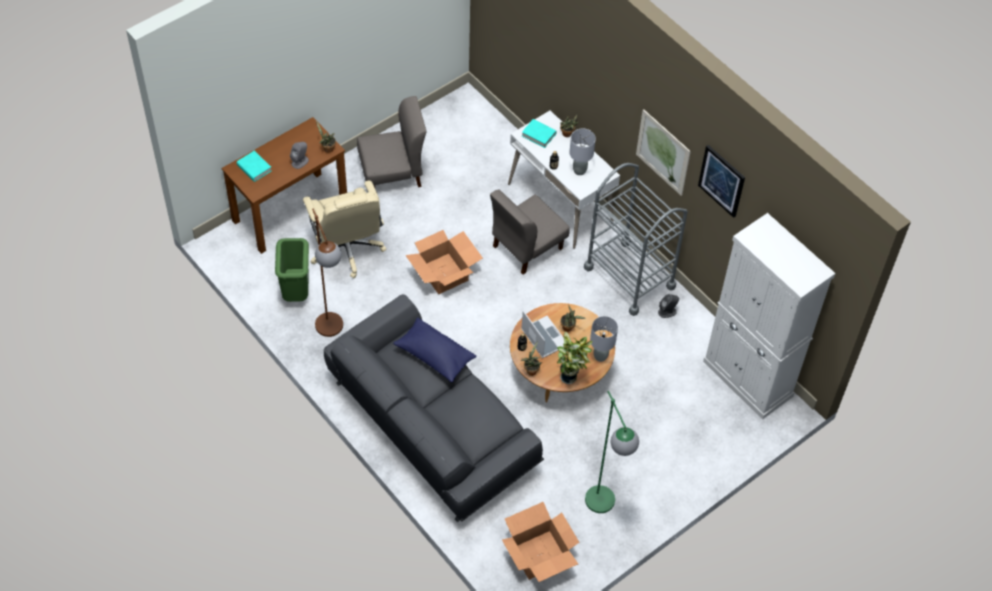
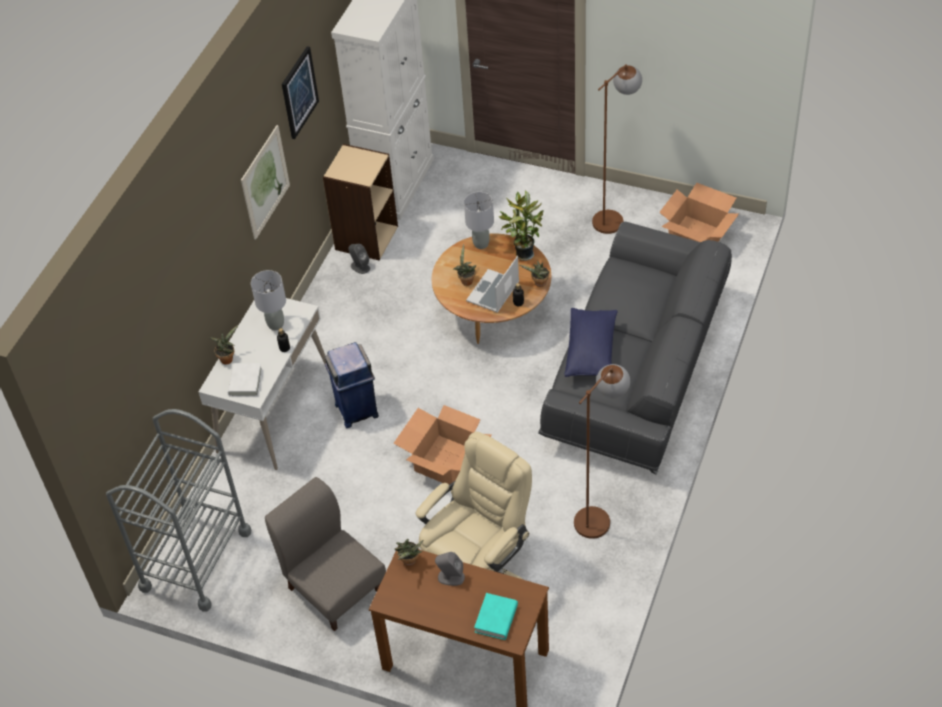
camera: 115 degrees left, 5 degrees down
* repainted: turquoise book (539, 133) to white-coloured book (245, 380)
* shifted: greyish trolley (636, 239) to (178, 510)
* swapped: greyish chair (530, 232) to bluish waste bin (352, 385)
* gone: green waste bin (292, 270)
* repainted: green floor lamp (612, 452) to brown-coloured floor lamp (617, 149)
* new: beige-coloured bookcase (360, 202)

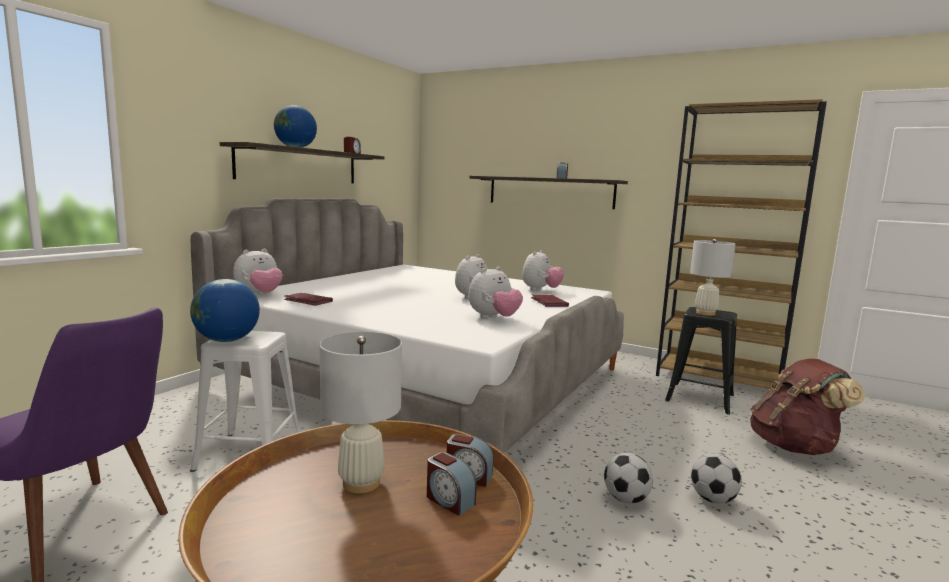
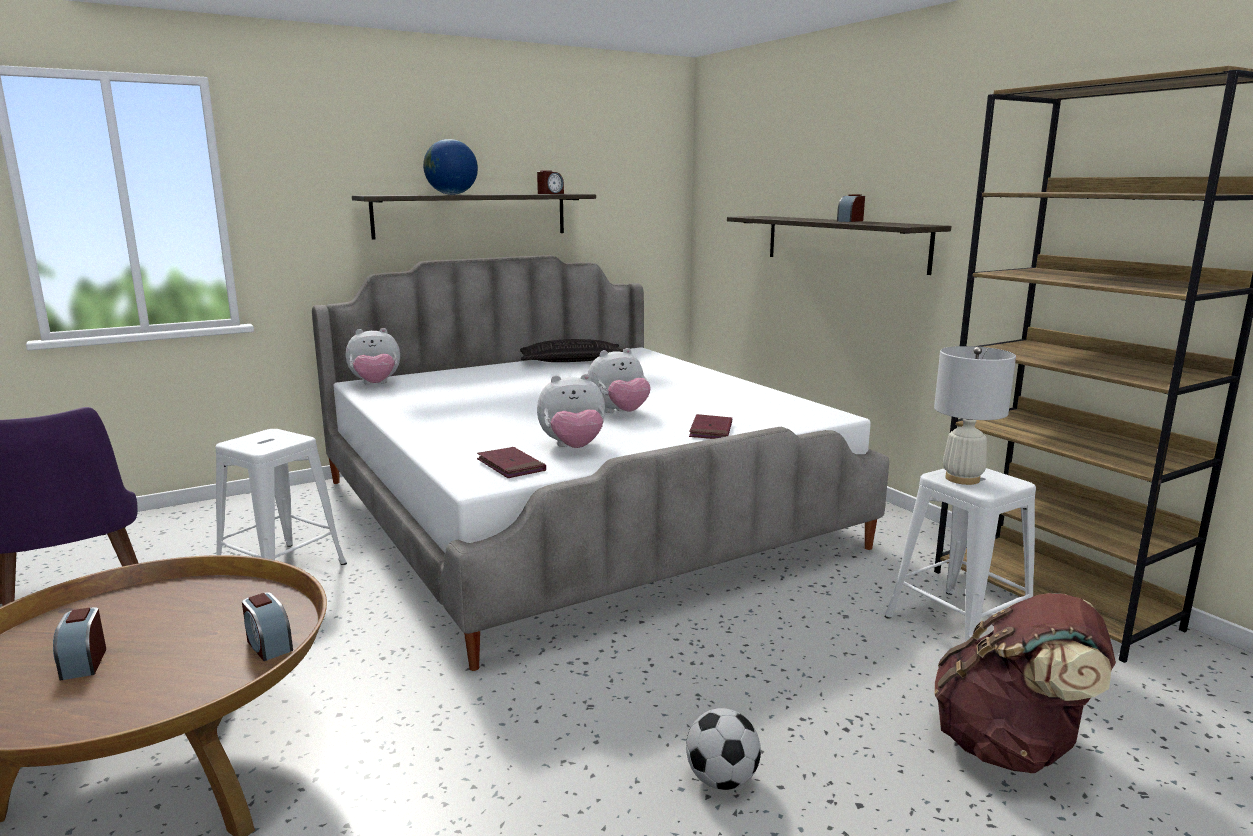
camera: 30 degrees right, 5 degrees up
* gone: soft toy (543, 270)
* gone: globe (225, 310)
* shifted: red-coloured book (308, 299) to (511, 462)
* repainted: blackish stool seat (701, 361) to white-coloured stool seat (960, 555)
* gone: white-coloured table lamp (360, 412)
* shifted: table clock (452, 484) to (79, 644)
* gone: ball for football (628, 478)
* new: cushion (571, 350)

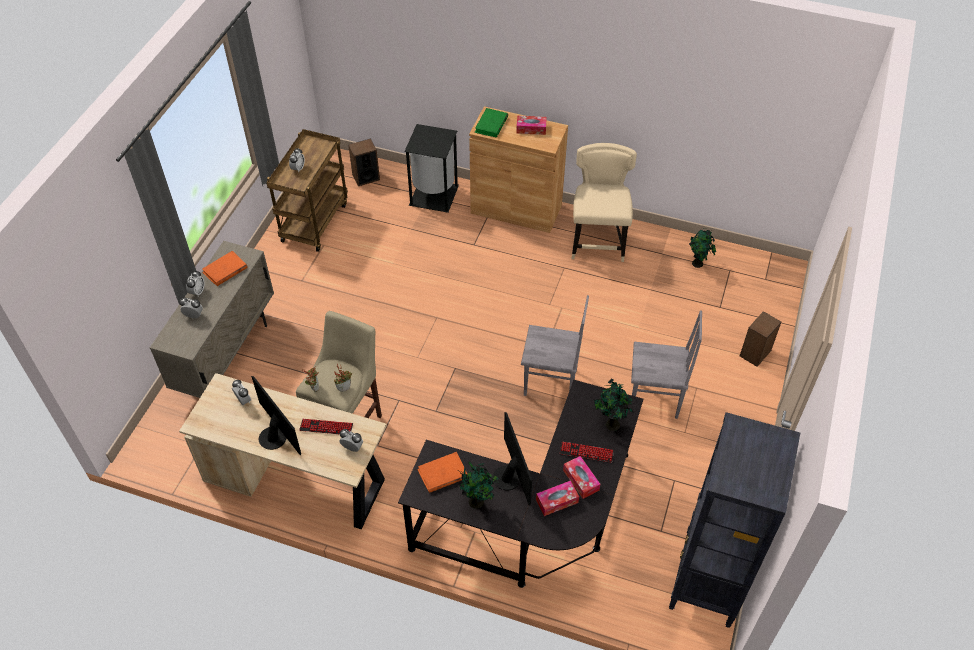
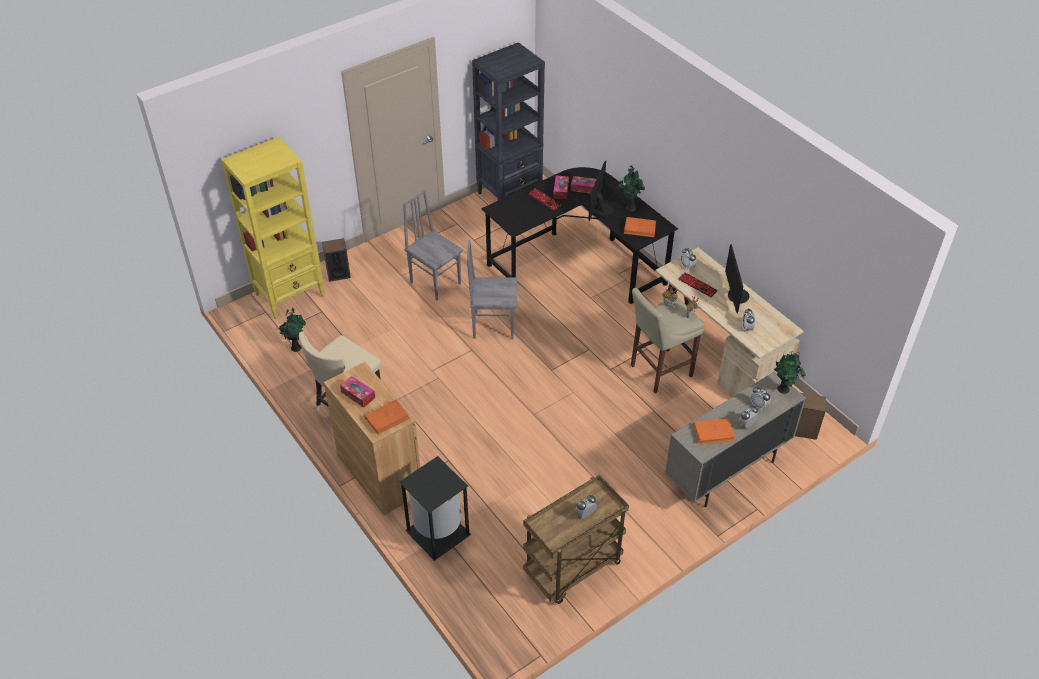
camera: 145 degrees left, 5 degrees down
* repainted: green book (491, 123) to orangey book (387, 417)
* shifted: speaker (364, 162) to (810, 416)
* rotated: greyish chair (555, 345) = (492, 289) 45 degrees counterclockwise
* shifted: houseplant (614, 405) to (790, 372)
* new: yellow-coloured bookcase (273, 228)

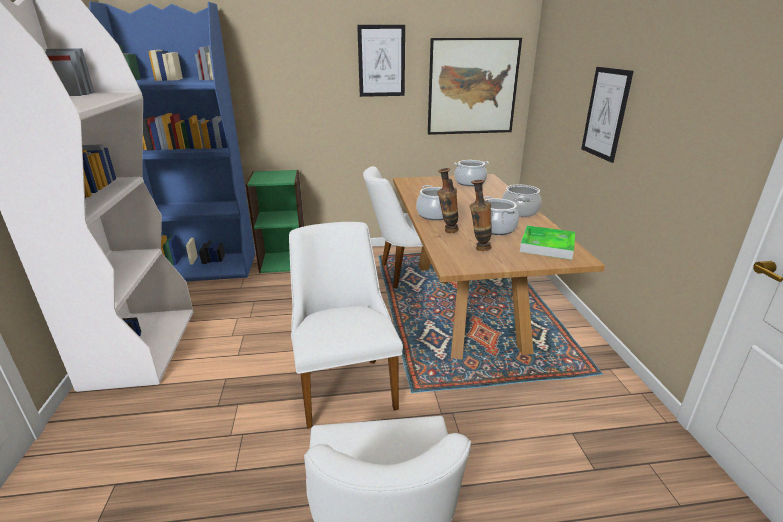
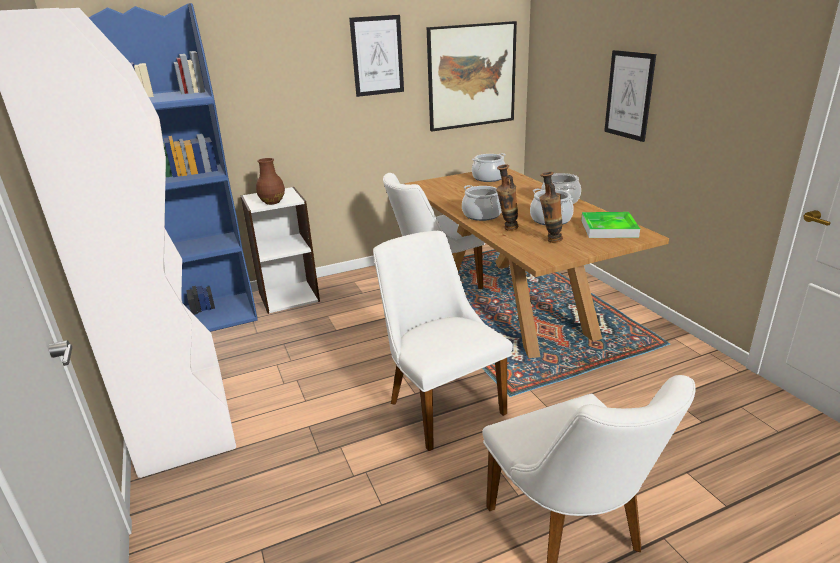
camera: 15 degrees left, 0 degrees up
* repainted: green bookcase (275, 221) to white-coloured bookcase (280, 250)
* new: brown-coloured decorative vase (270, 181)

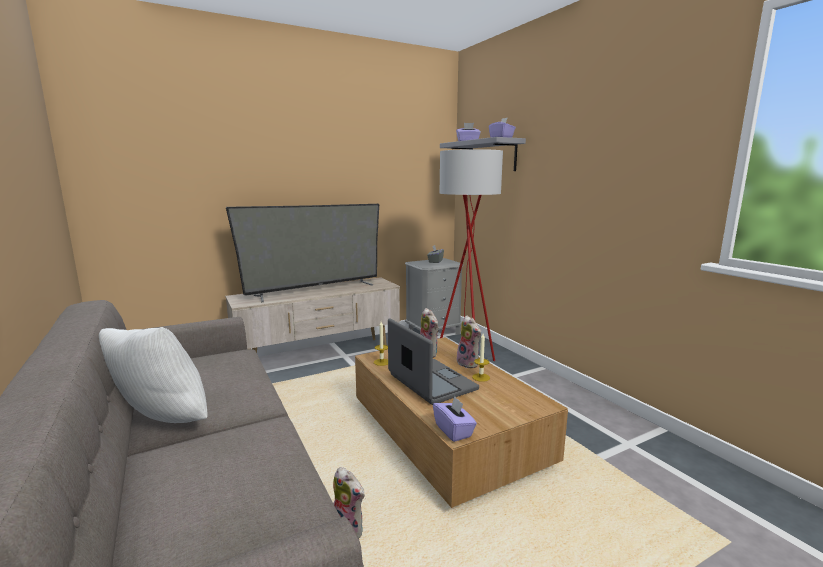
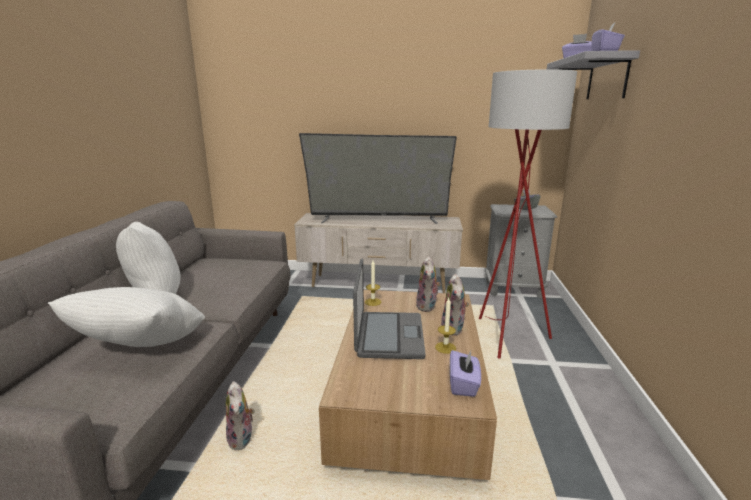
camera: 35 degrees right, 5 degrees up
* shifted: purplish tissue holder (455, 419) to (465, 373)
* new: white-coloured cushion (126, 317)

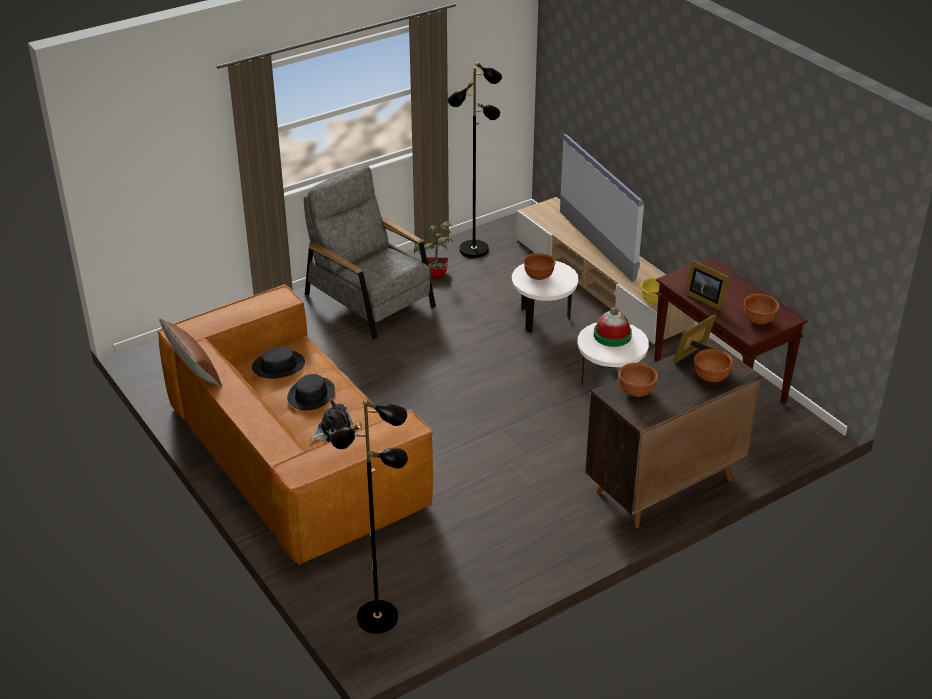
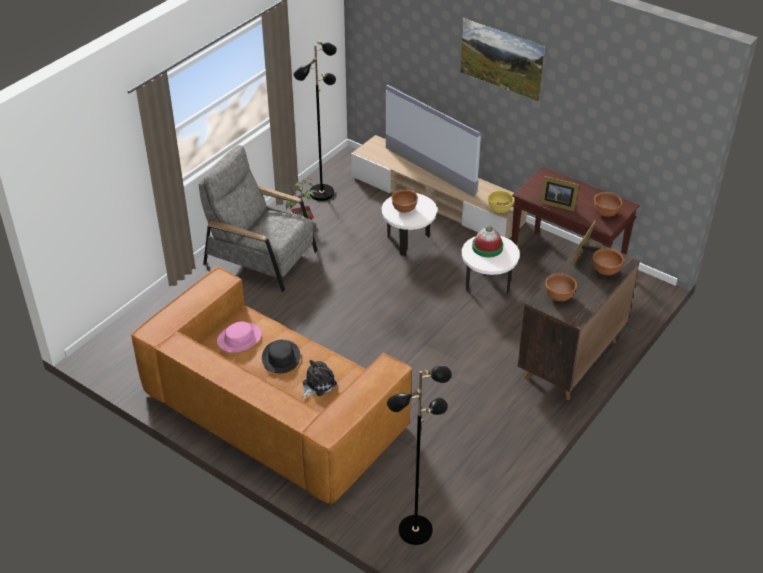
camera: 20 degrees left, 5 degrees up
* gone: brown-coloured cushion (190, 352)
* repainted: blackish wearable hat (278, 363) to pinkish wearable hat (239, 337)
* new: wall picture (502, 59)

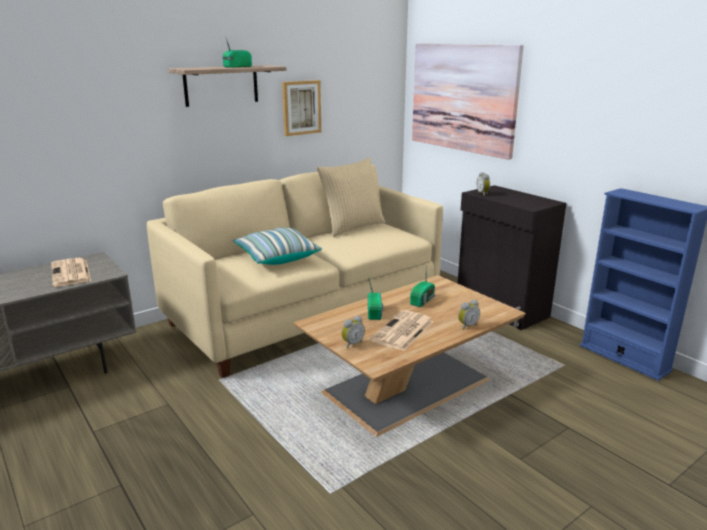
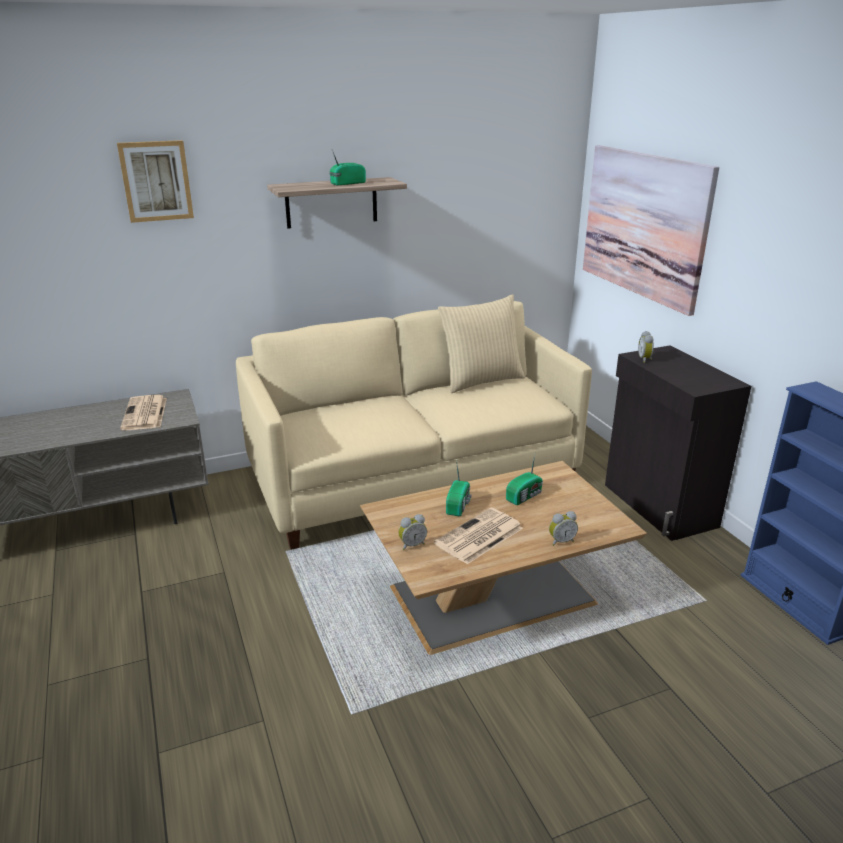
camera: 15 degrees right, 5 degrees up
* shifted: wall picture (301, 108) to (155, 181)
* gone: cushion (277, 246)

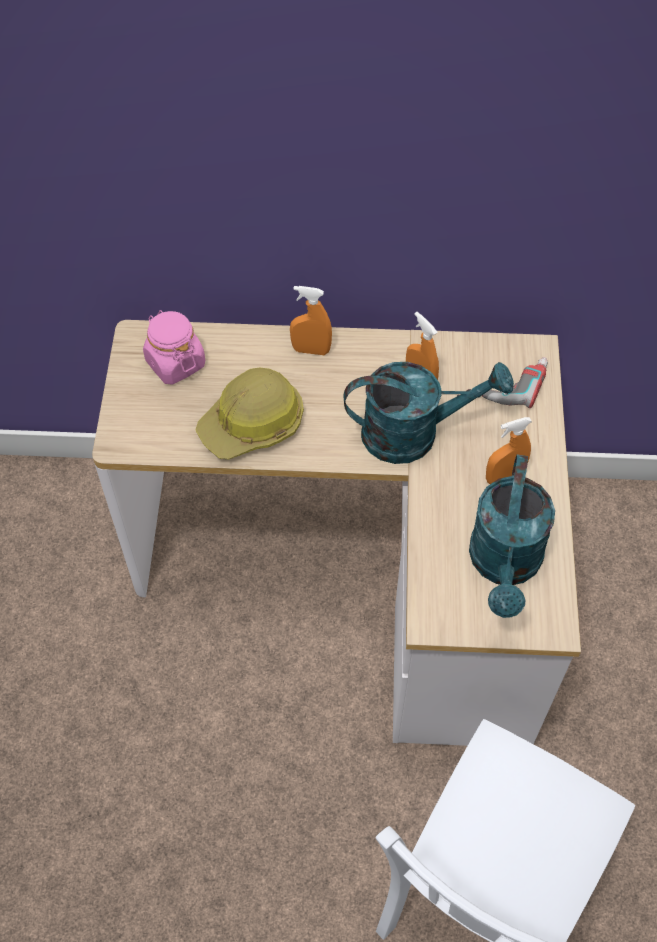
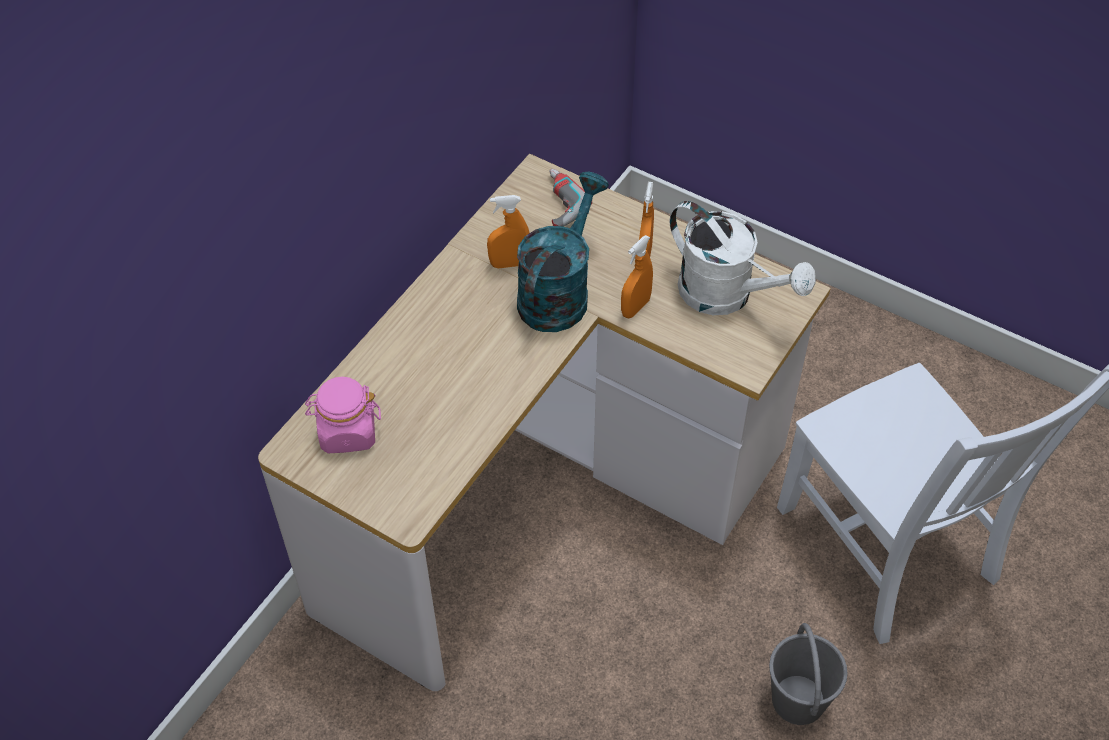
camera: 60 degrees left, 5 degrees down
* shifted: orangey sprayer (311, 320) to (637, 276)
* gone: work helmet (249, 414)
* repainted: turquoise watering pot (512, 536) to white-coloured watering pot (743, 258)
* new: greyish pail (808, 674)

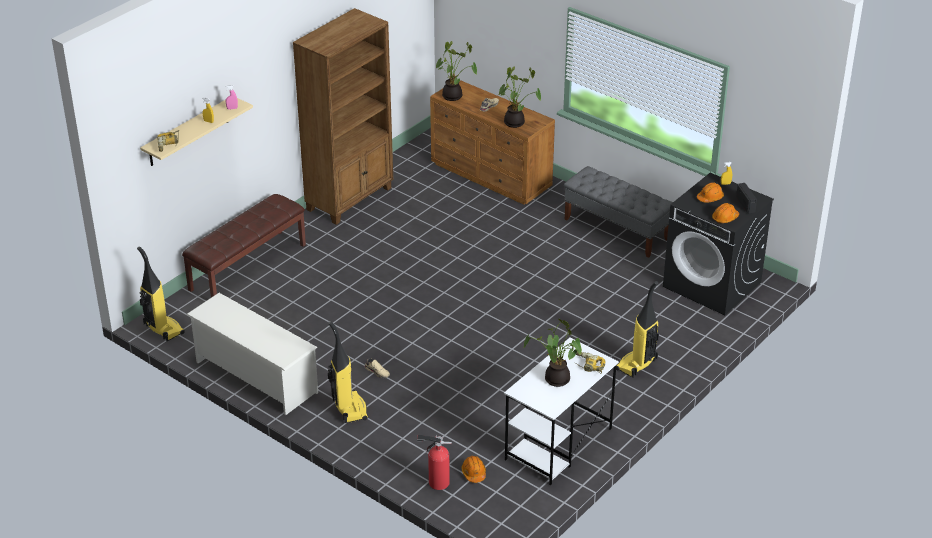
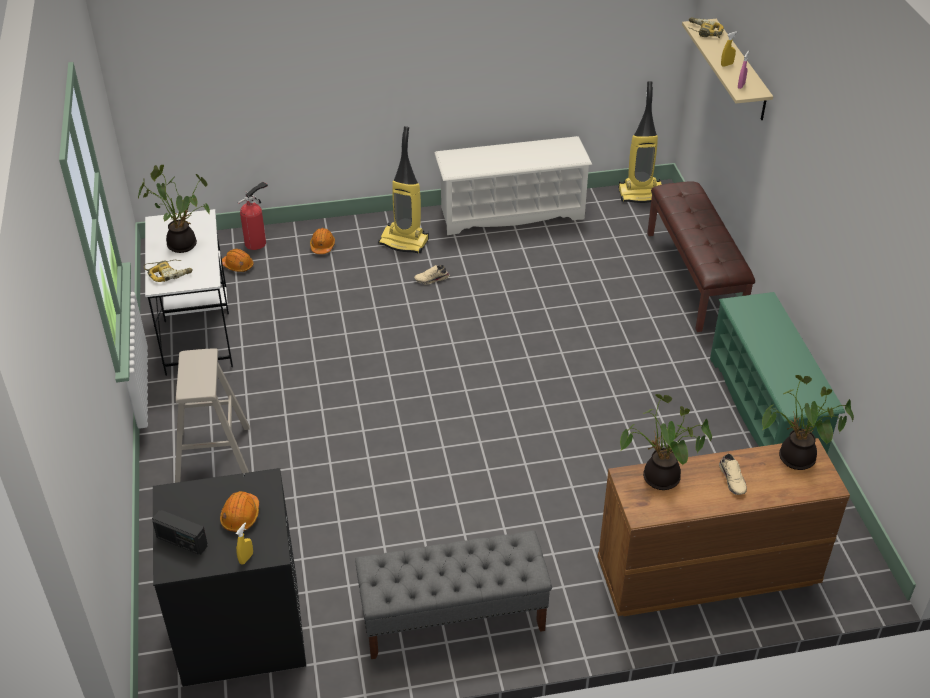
camera: 130 degrees right, 5 degrees up
* swapped: brown-coloured bookcase (343, 116) to green shoe stand (777, 373)
* shifted: orangey work helmet (725, 213) to (322, 241)
* swapped: hoover (637, 329) to beige-coloured stool seat (212, 415)

